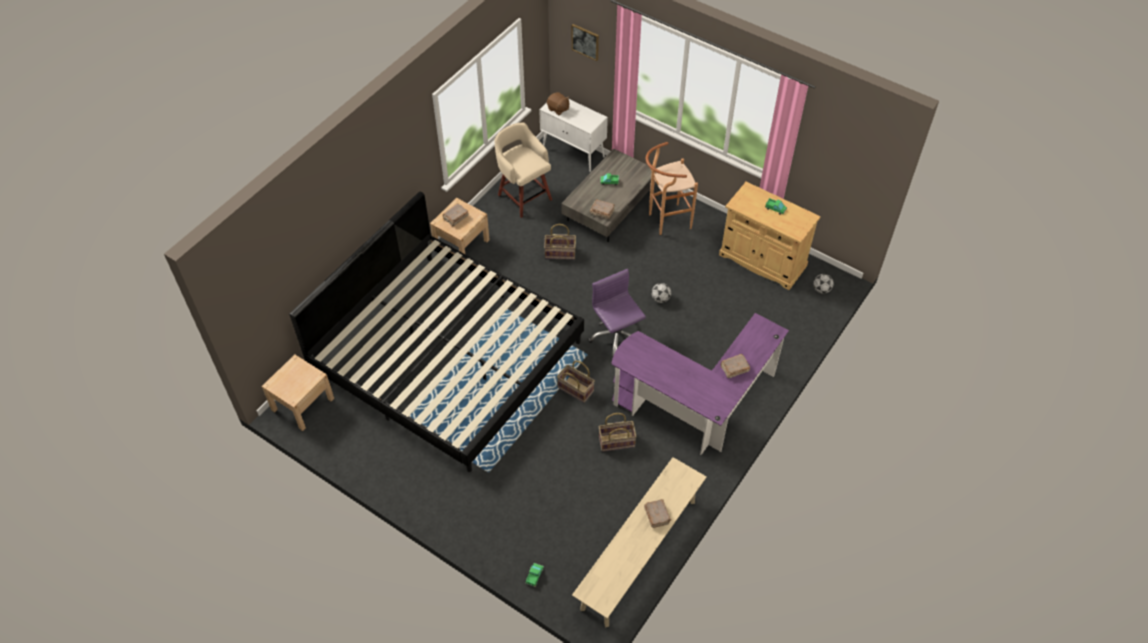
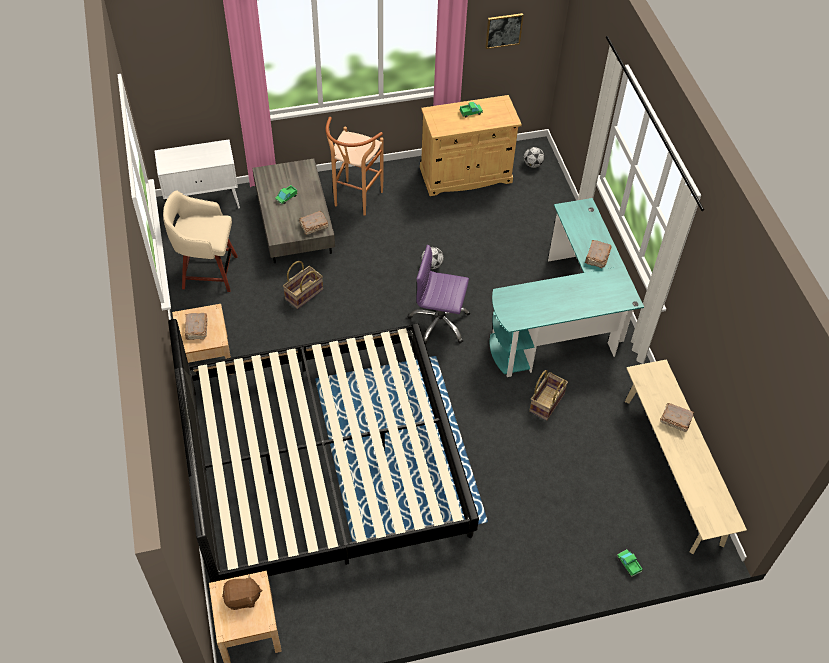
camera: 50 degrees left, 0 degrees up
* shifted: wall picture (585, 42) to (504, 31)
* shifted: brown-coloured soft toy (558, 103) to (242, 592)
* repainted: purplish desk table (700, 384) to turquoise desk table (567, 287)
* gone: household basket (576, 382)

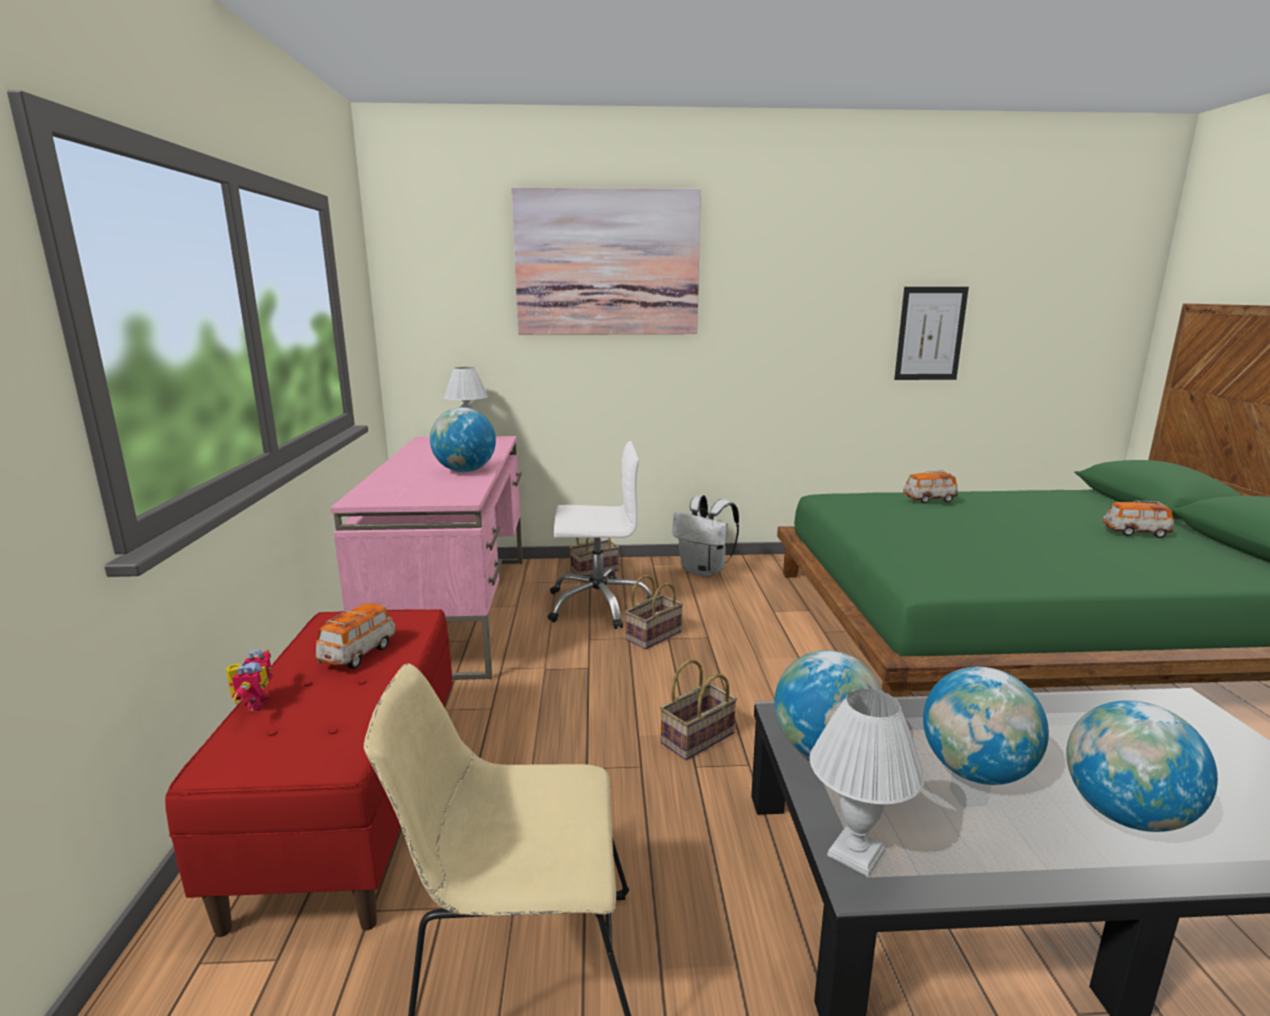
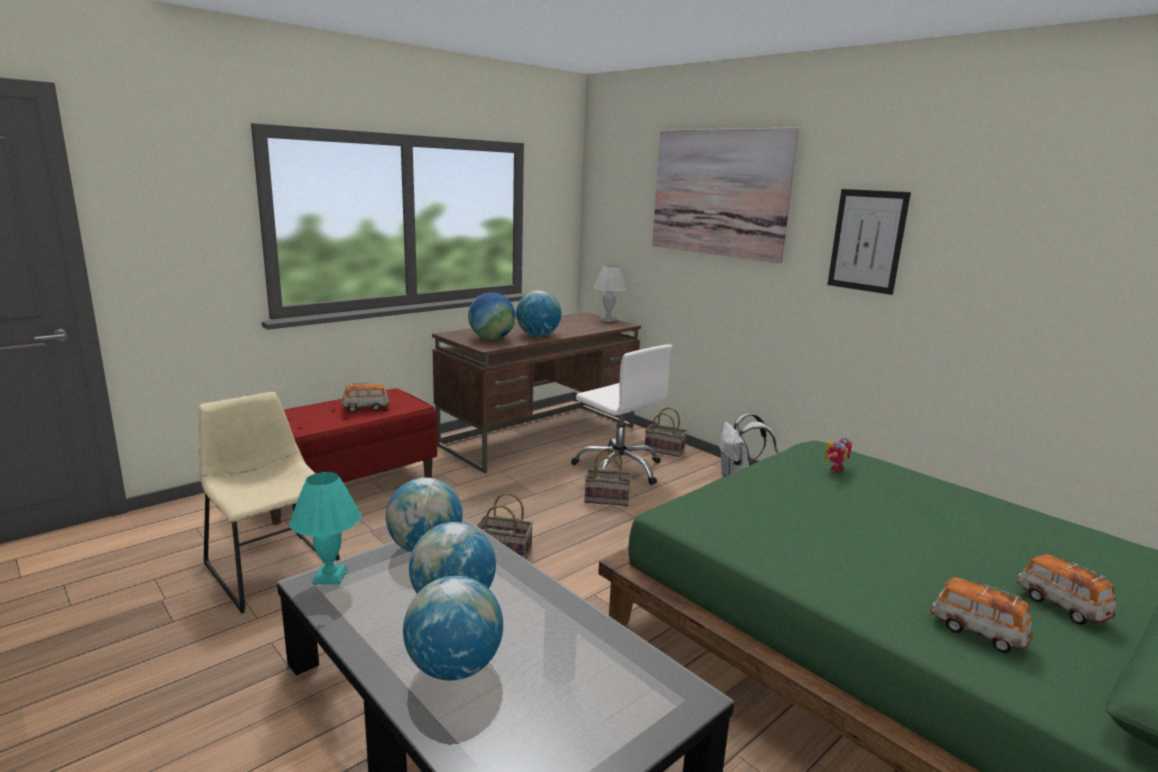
camera: 50 degrees right, 0 degrees up
* shifted: wall picture (931, 333) to (869, 242)
* repainted: pinkish desk table (426, 558) to brown-coloured desk table (536, 392)
* shifted: miniature car (930, 486) to (982, 615)
* shifted: toy robot (249, 681) to (838, 455)
* repainted: white-coloured table lamp (867, 783) to turquoise table lamp (325, 528)
* new: globe (492, 316)

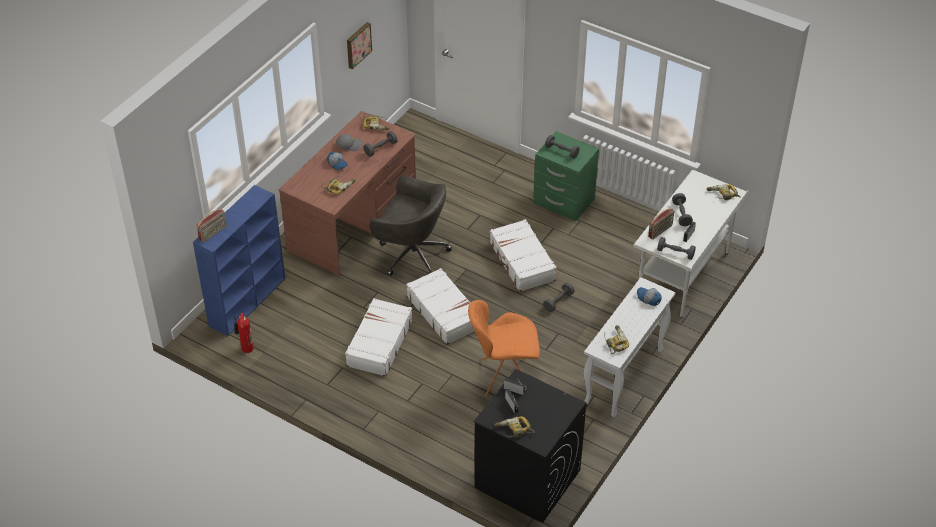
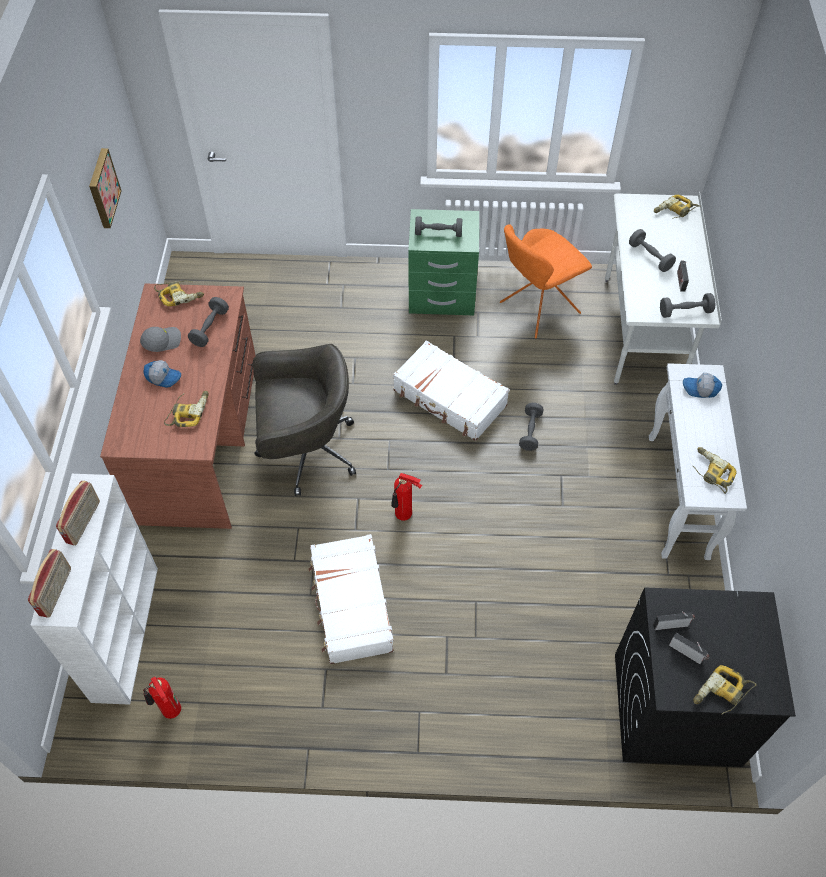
camera: 30 degrees left, 10 degrees up
* repainted: bluish bookcase (239, 260) to white-coloured bookcase (94, 589)
* shifted: radio (661, 223) to (78, 513)
* swapped: white-coloured travel case (440, 306) to extinguisher (406, 497)
* shifted: orangey chair (504, 348) to (546, 281)

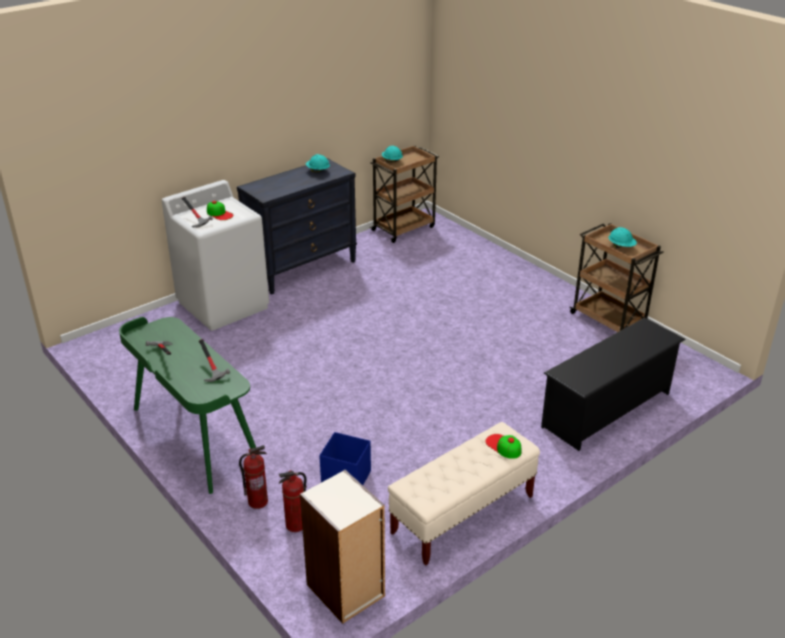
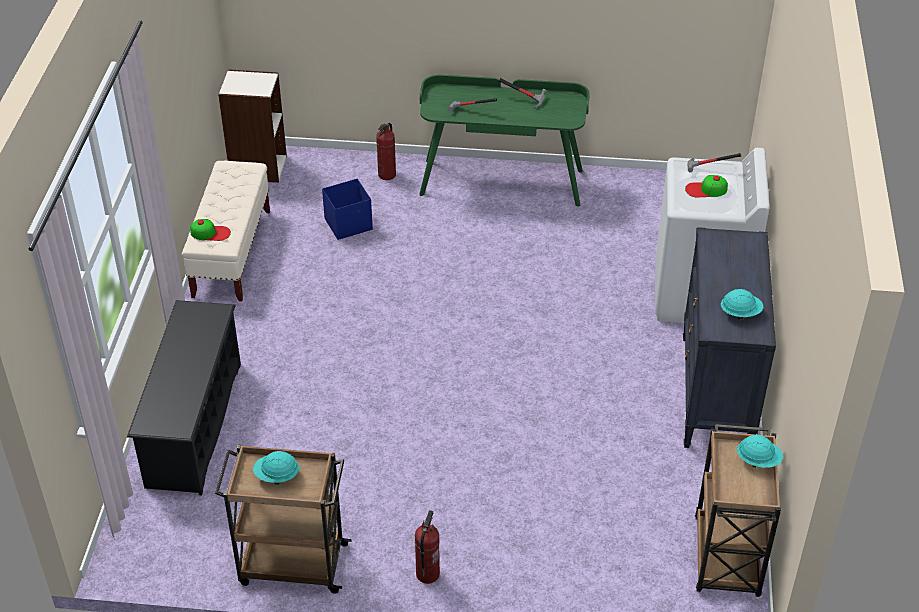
camera: 135 degrees right, 10 degrees up
* shifted: extinguisher (293, 501) to (427, 547)

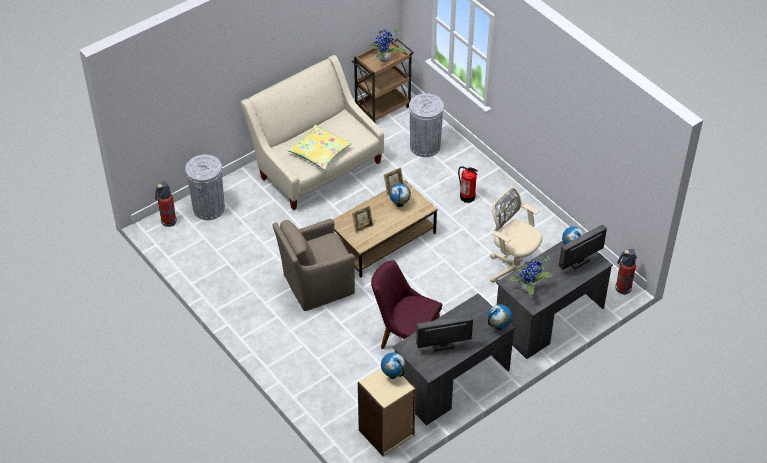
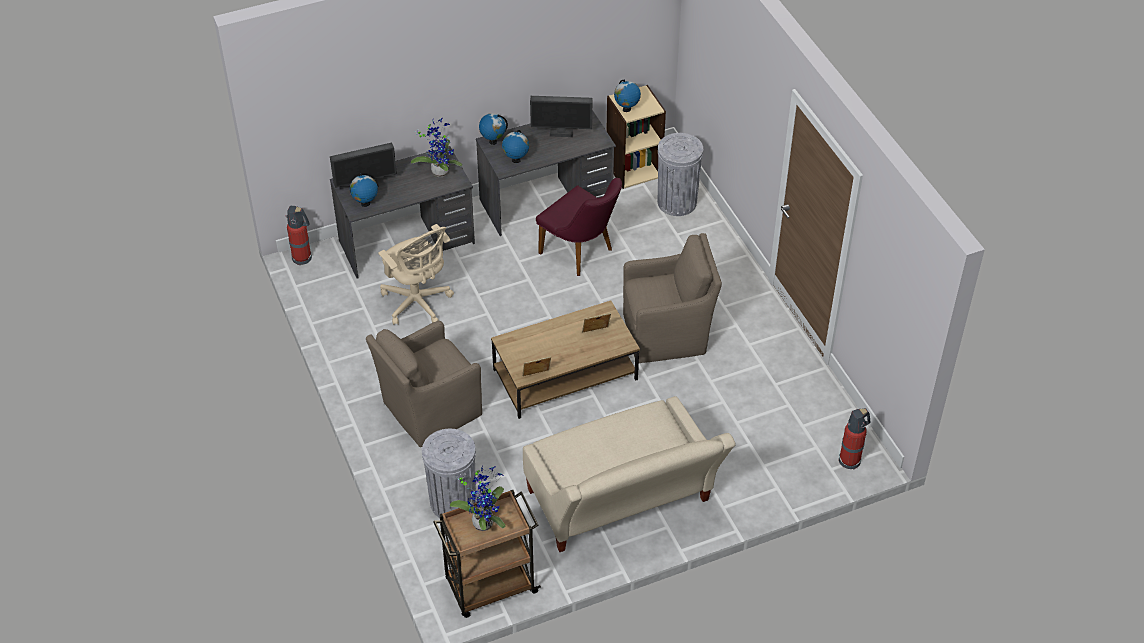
camera: 165 degrees left, 0 degrees up
* gone: yellow-coloured cushion (319, 147)
* shifted: greyish waste bin (205, 187) to (680, 174)
* swapped: extinguisher (468, 184) to brown-coloured armchair (424, 384)
* shifted: globe (400, 195) to (515, 146)

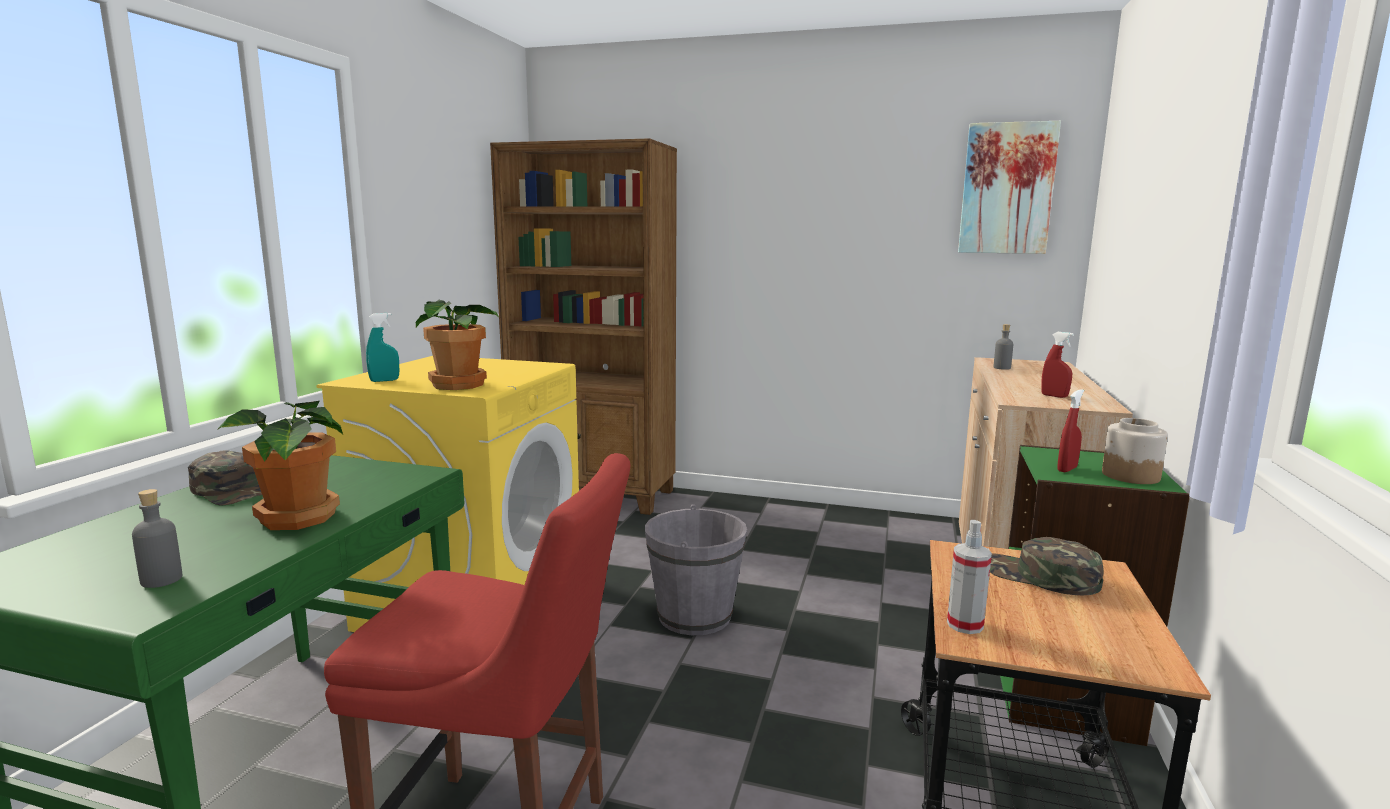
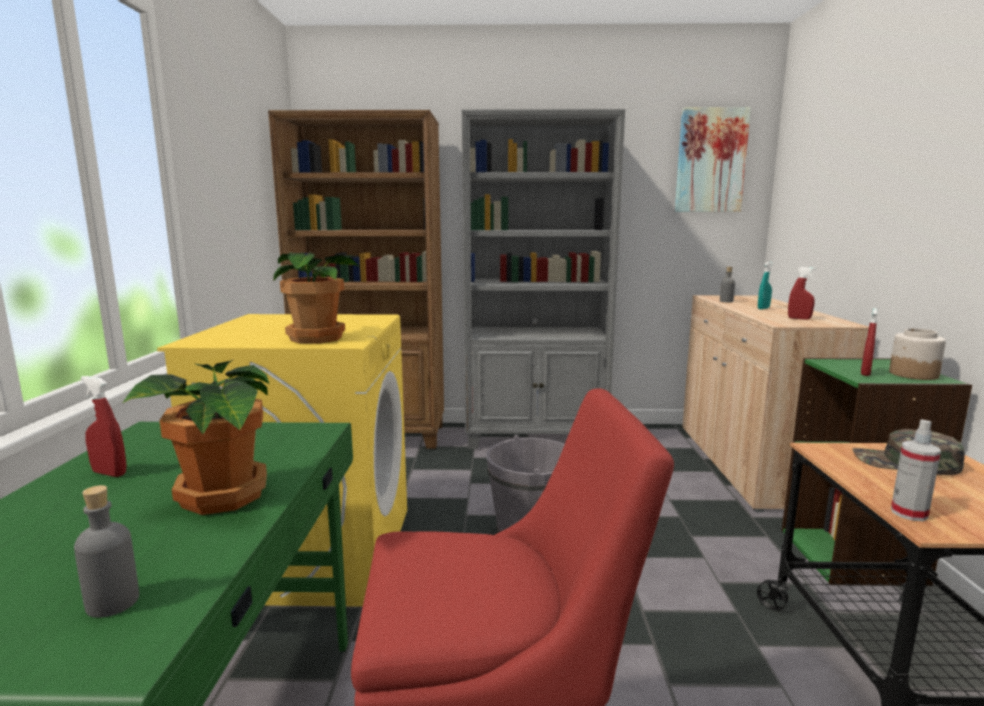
camera: 15 degrees left, 0 degrees up
* shifted: turquoise sprayer (382, 347) to (765, 285)
* swapped: green baseball cap (225, 478) to red-coloured sprayer (103, 426)
* new: greyish bookcase (543, 279)

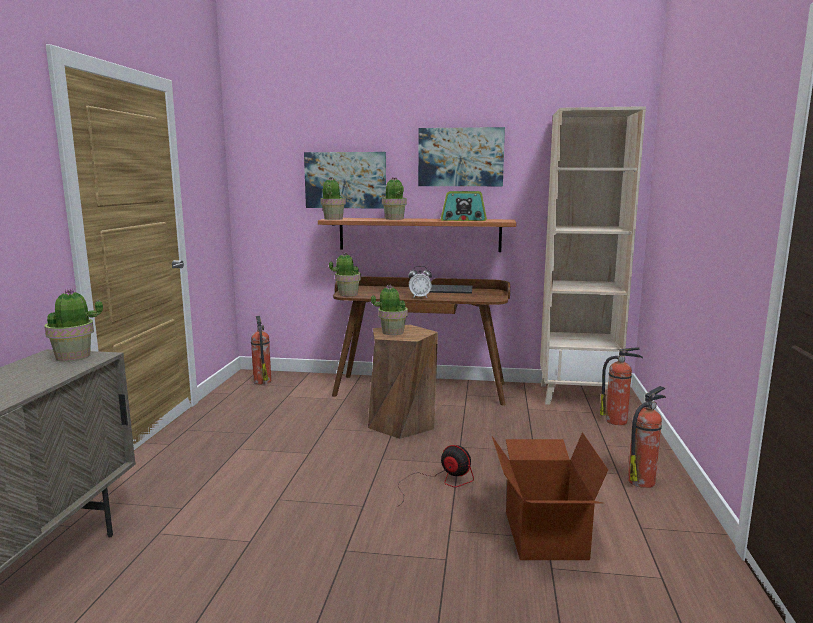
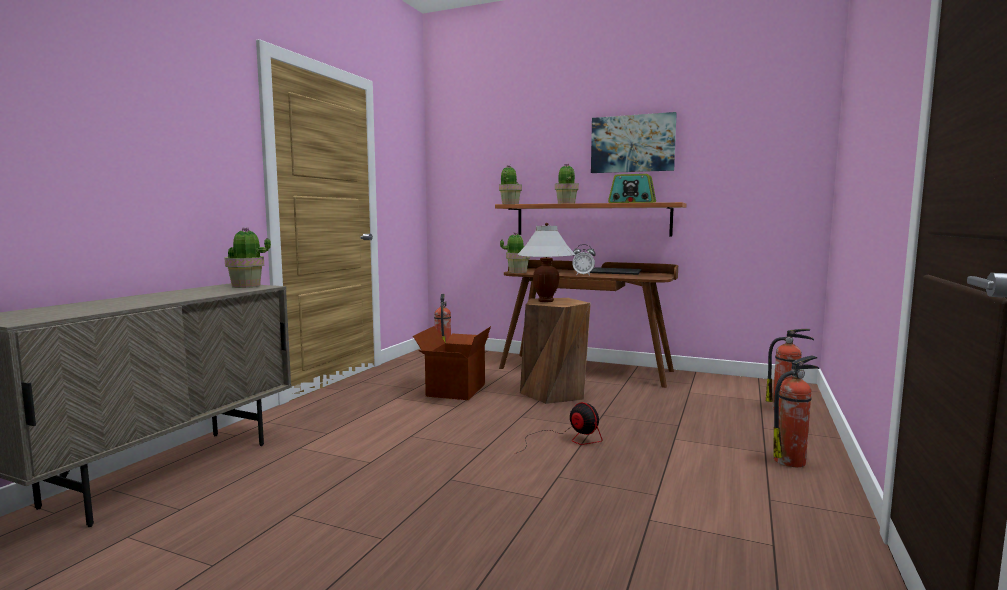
camera: 15 degrees right, 5 degrees down
* gone: beige-coloured bookcase (593, 255)
* gone: wall picture (345, 180)
* swapped: houseplant (389, 310) to white-coloured table lamp (546, 262)
* shifted: cardboard box (550, 496) to (452, 363)

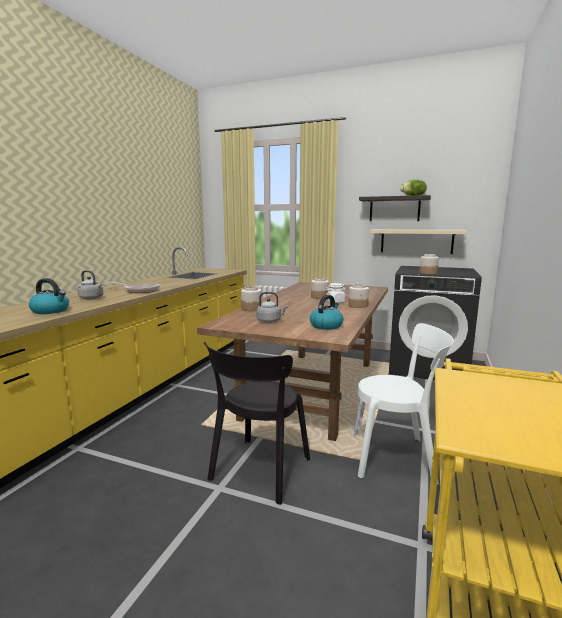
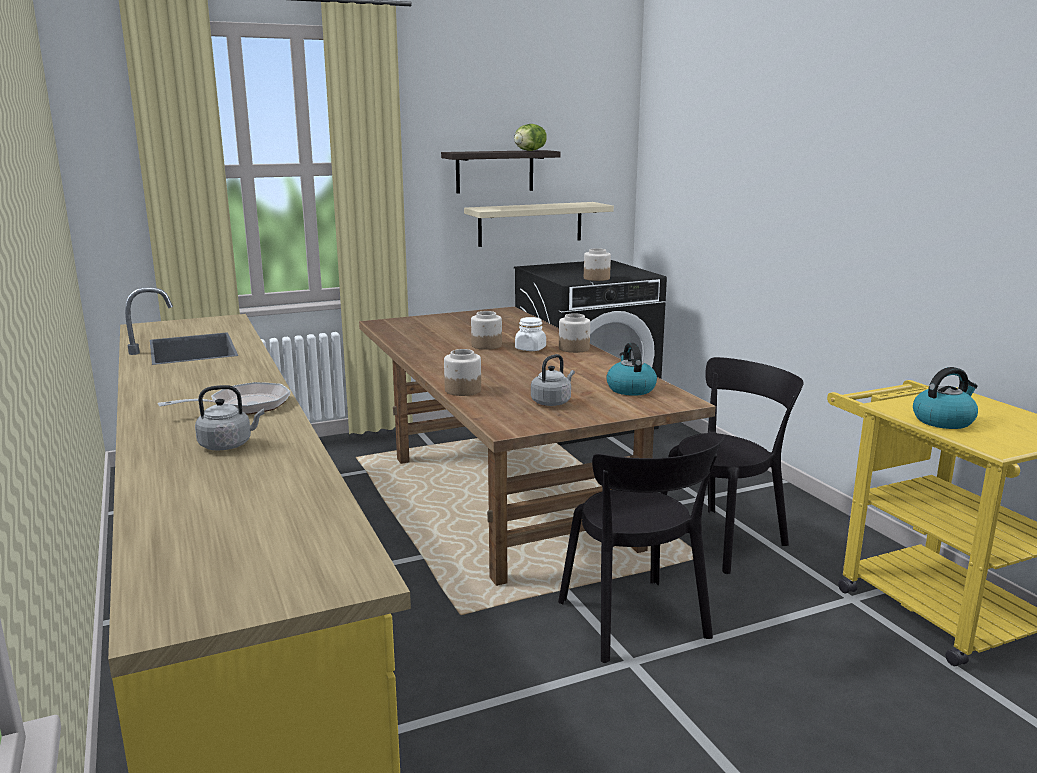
camera: 45 degrees left, 5 degrees up
* shifted: tea kettle (49, 296) to (945, 398)
* repainted: white-coloured chair (403, 404) to blackish chair (732, 465)

